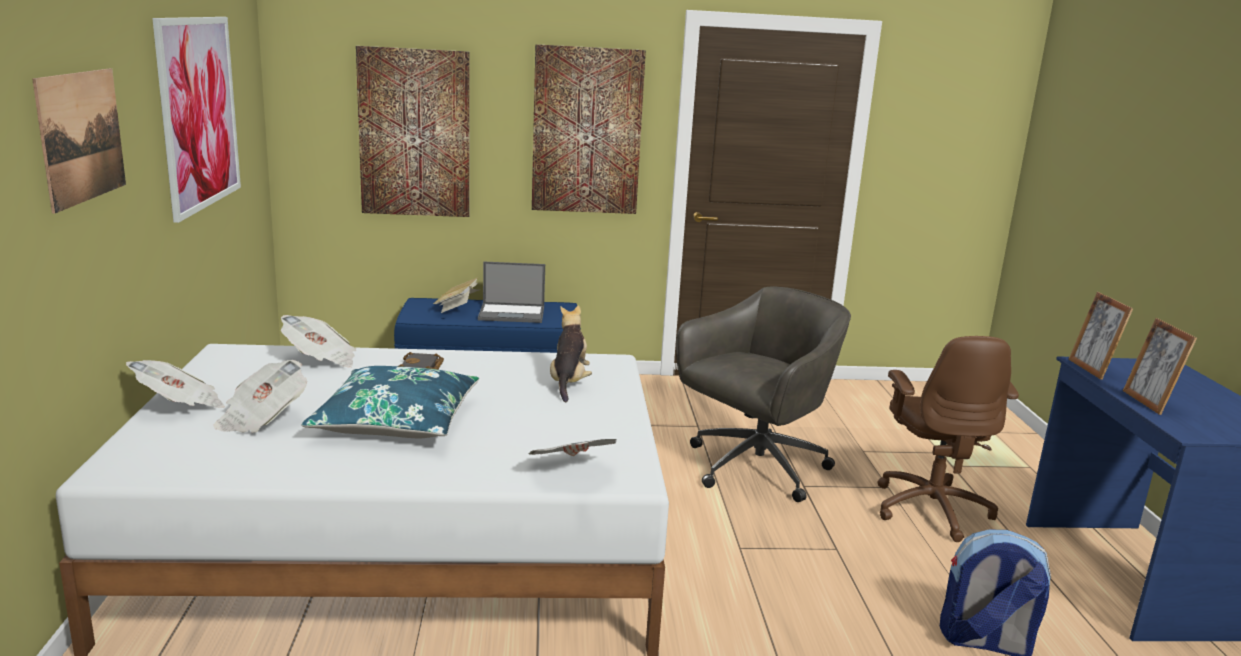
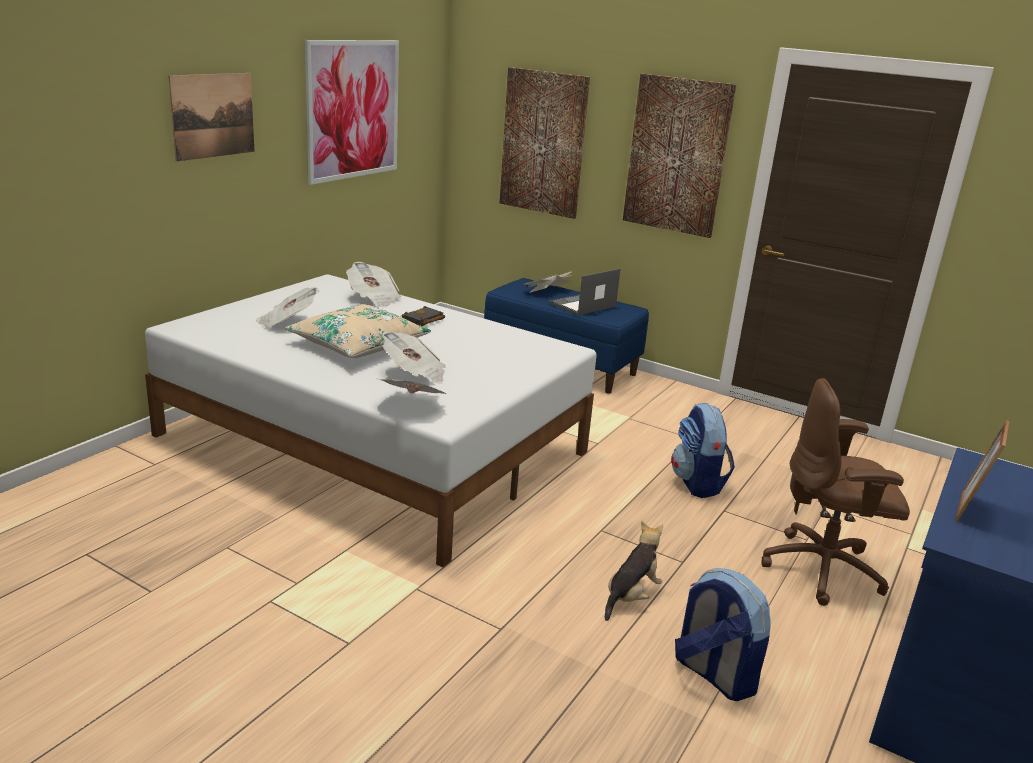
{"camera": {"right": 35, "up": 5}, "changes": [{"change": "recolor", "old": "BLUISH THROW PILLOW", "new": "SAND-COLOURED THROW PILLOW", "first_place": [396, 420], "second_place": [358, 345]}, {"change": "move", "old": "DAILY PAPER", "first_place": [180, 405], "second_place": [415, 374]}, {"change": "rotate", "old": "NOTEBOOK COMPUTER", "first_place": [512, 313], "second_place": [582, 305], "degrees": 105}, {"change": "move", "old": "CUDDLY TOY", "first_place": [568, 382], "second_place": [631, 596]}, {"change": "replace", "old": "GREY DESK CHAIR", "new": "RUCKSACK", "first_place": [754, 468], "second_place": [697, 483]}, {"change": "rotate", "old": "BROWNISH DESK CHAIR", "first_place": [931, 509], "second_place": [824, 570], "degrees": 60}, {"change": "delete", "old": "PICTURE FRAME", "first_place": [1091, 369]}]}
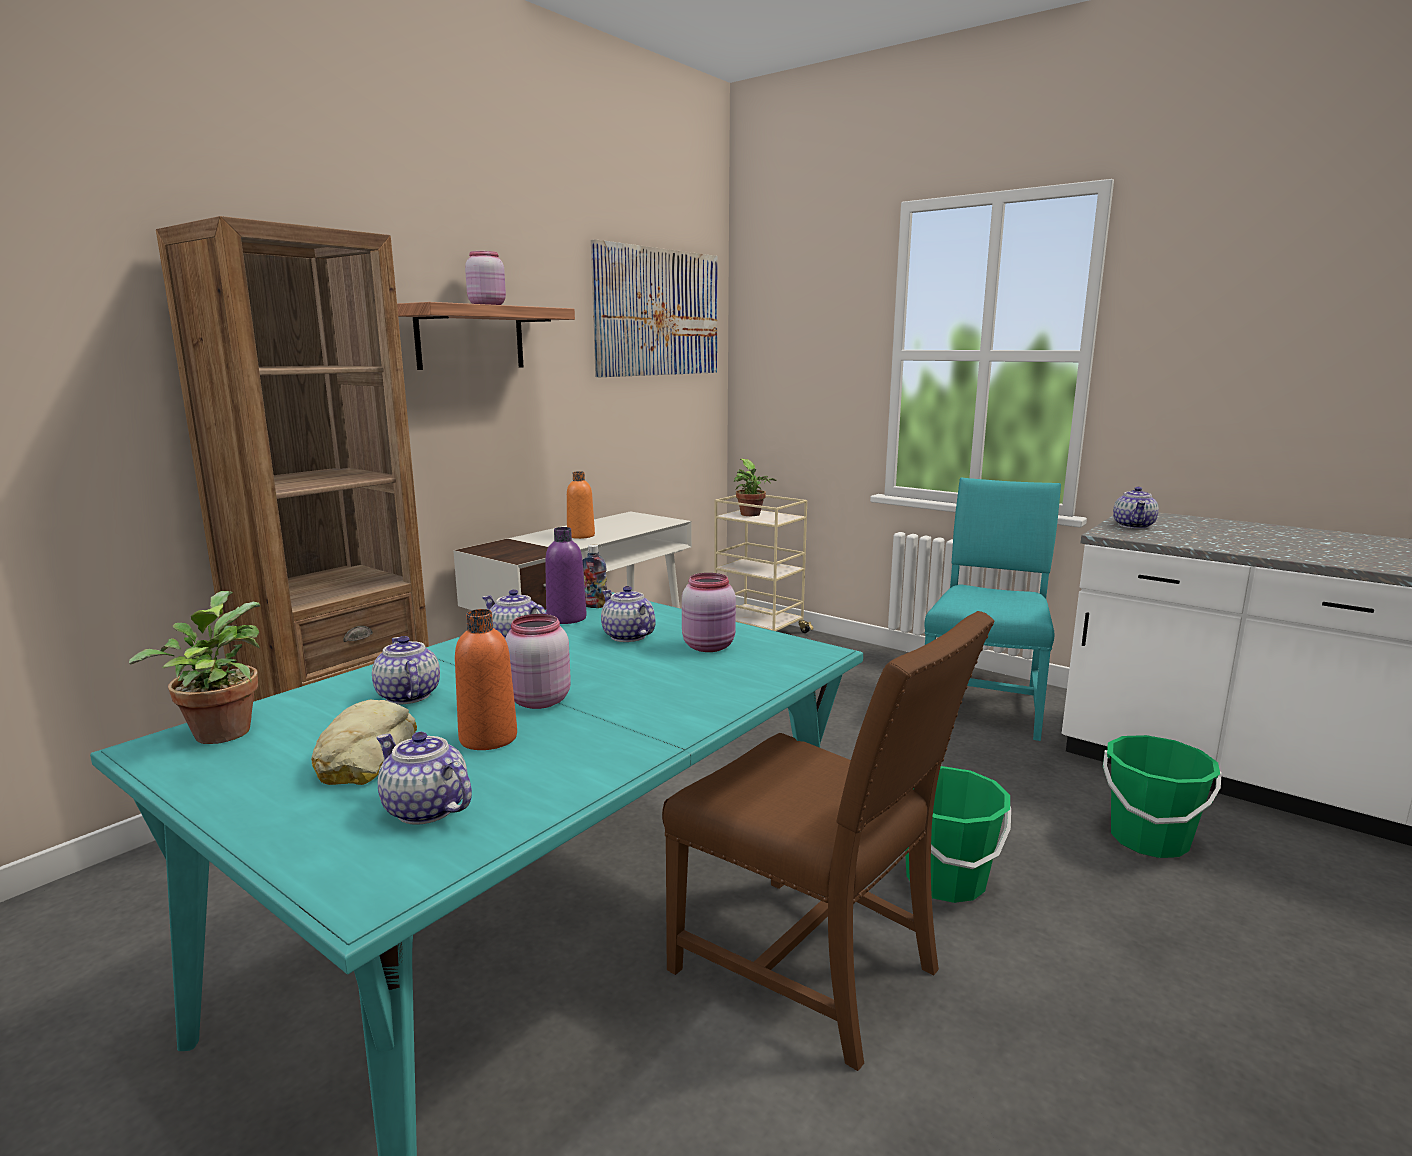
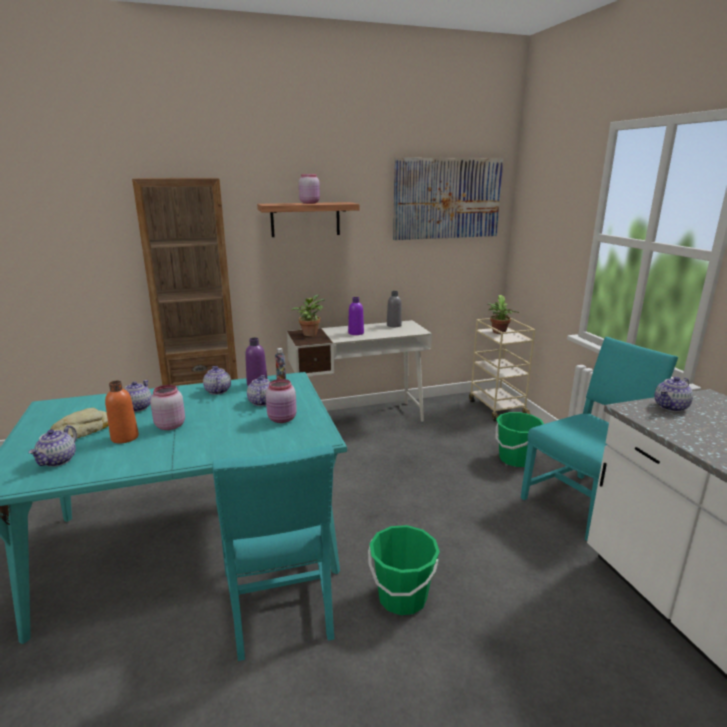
{"camera": {"right": 35, "up": 5}, "changes": [{"change": "rotate", "old": "TEA POT", "first_place": [424, 809], "second_place": [58, 460], "degrees": -150}, {"change": "recolor", "old": "BROWNISH UPRIGHT CHAIR", "new": "TURQUOISE-COLOURED UPRIGHT CHAIR", "first_place": [813, 969], "second_place": [280, 606]}, {"change": "move", "old": "PLANT IN A POT", "first_place": [221, 730], "second_place": [310, 333]}, {"change": "recolor", "old": "ORANGE DRINK BOTTLE", "new": "PURPLISH DRINK BOTTLE", "first_place": [581, 536], "second_place": [356, 333]}, {"change": "insert", "new": "GREY DRINK BOTTLE", "second_place": [394, 325]}, {"change": "move", "old": "GREEN WATER BUCKET", "first_place": [1148, 839], "second_place": [515, 459]}]}
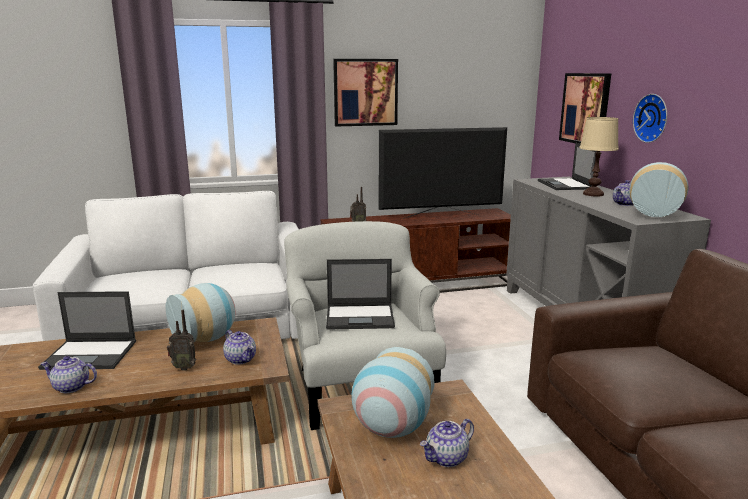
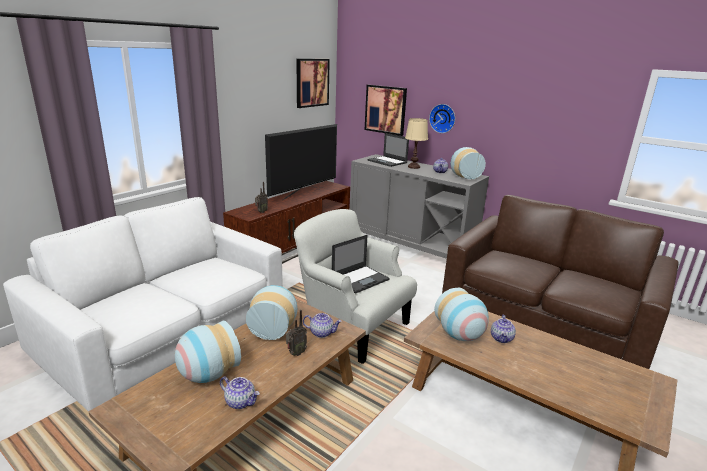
{"camera": {"right": -40, "up": 5}, "changes": [{"change": "replace", "old": "NOTEBOOK COMPUTER", "new": "FLOWER VASE", "first_place": [91, 355], "second_place": [207, 375]}, {"change": "rotate", "old": "TEA POT", "first_place": [71, 387], "second_place": [241, 402], "degrees": -120}, {"change": "move", "old": "PICTURE", "first_place": [365, 92], "second_place": [312, 82]}]}
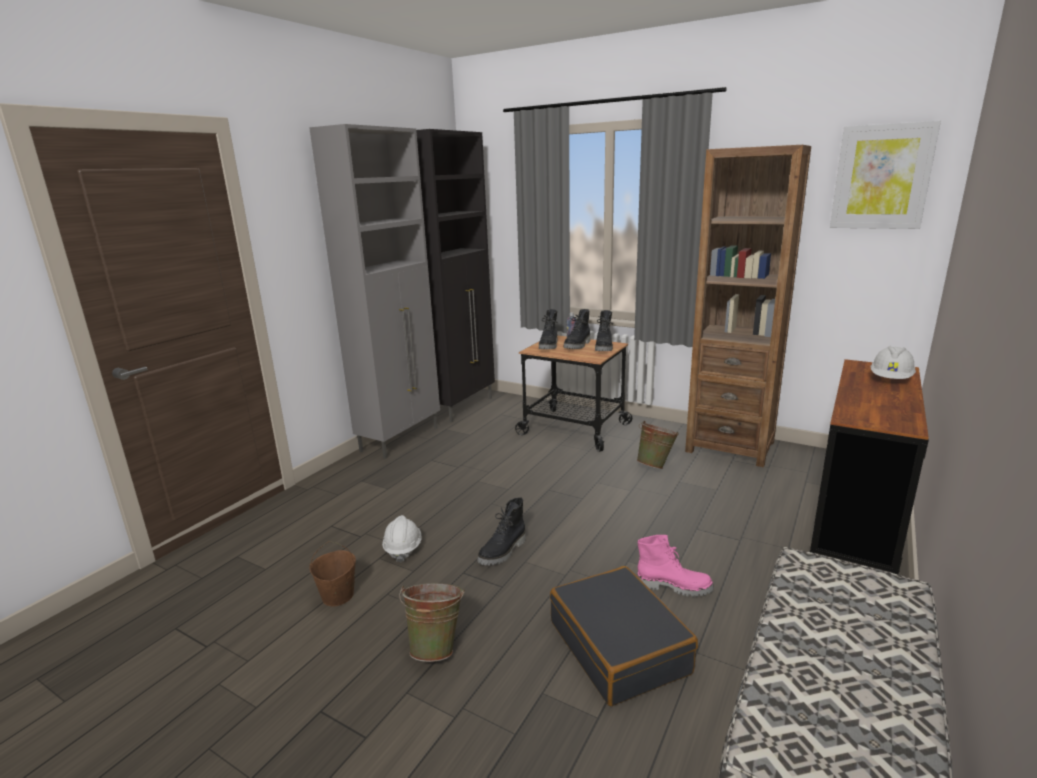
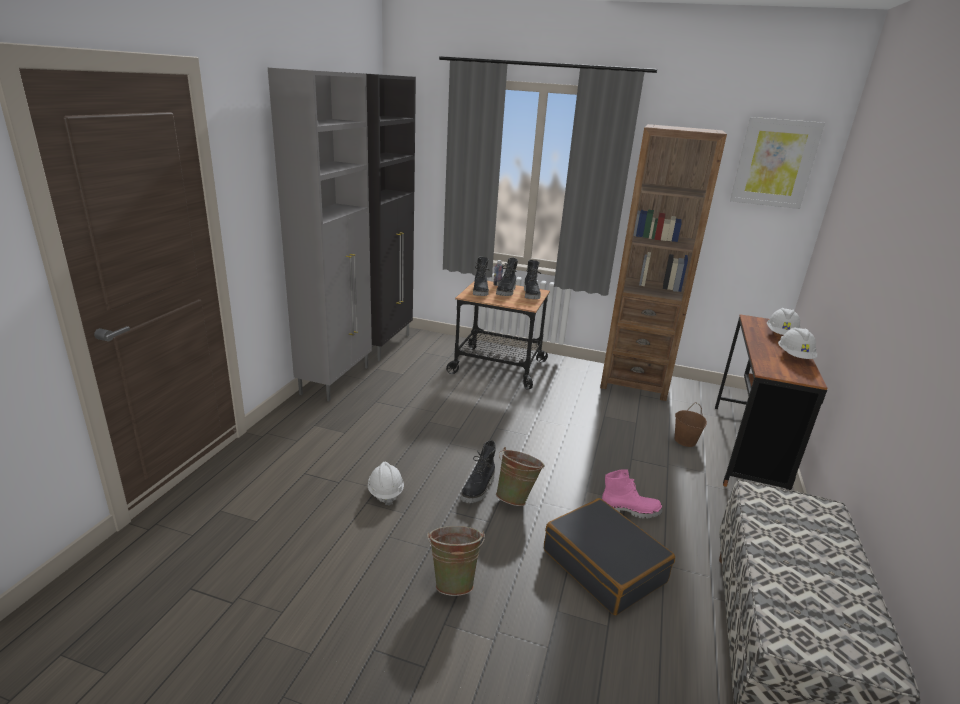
{"camera": {"right": -15, "up": 5}, "changes": [{"change": "move", "old": "GREEN WATER BUCKET", "first_place": [656, 465], "second_place": [516, 497]}, {"change": "move", "old": "BROWNISH WATER BUCKET", "first_place": [338, 596], "second_place": [685, 441]}, {"change": "insert", "new": "WHITE WORK HELMET", "second_place": [794, 356]}]}
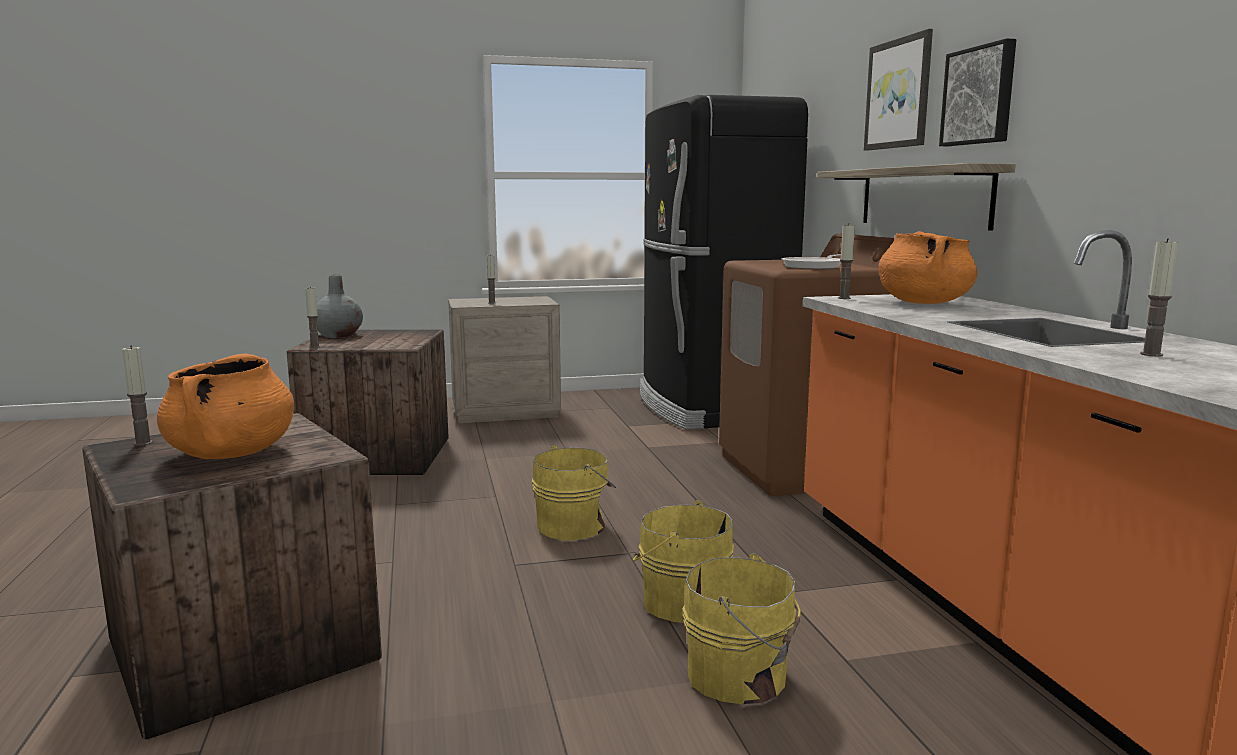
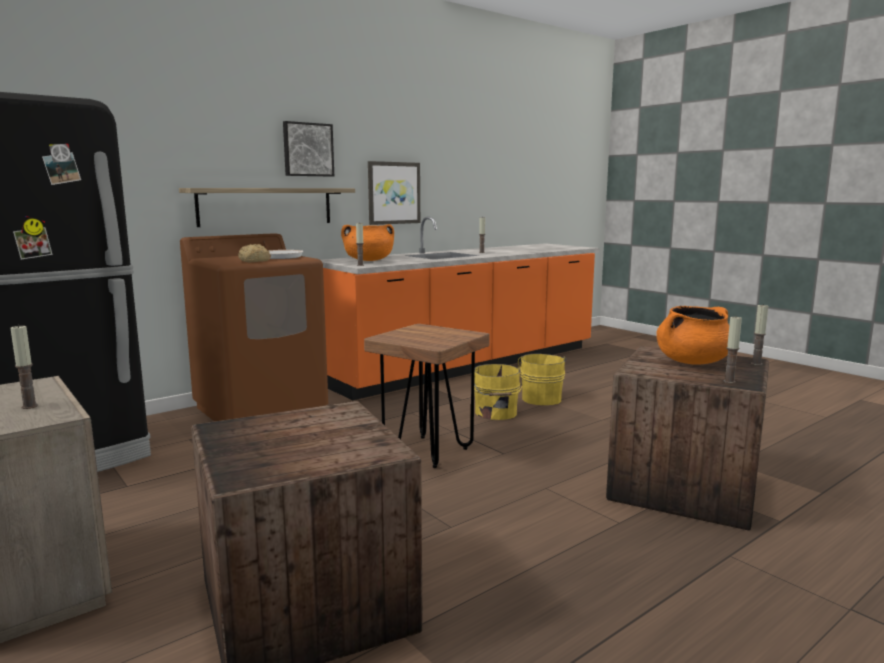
{"camera": {"right": -115, "up": 0}, "changes": [{"change": "insert", "new": "BREAD", "second_place": [254, 261]}, {"change": "replace", "old": "YELLOW WATER BUCKET", "new": "BROWNISH SITTING STOOL", "first_place": [574, 526], "second_place": [428, 451]}, {"change": "move", "old": "PICTURE", "first_place": [899, 94], "second_place": [393, 193]}, {"change": "move", "old": "WAX CANDLE", "first_place": [314, 346], "second_place": [756, 364]}, {"change": "delete", "old": "GREY FLOWER VASE", "first_place": [339, 335]}]}
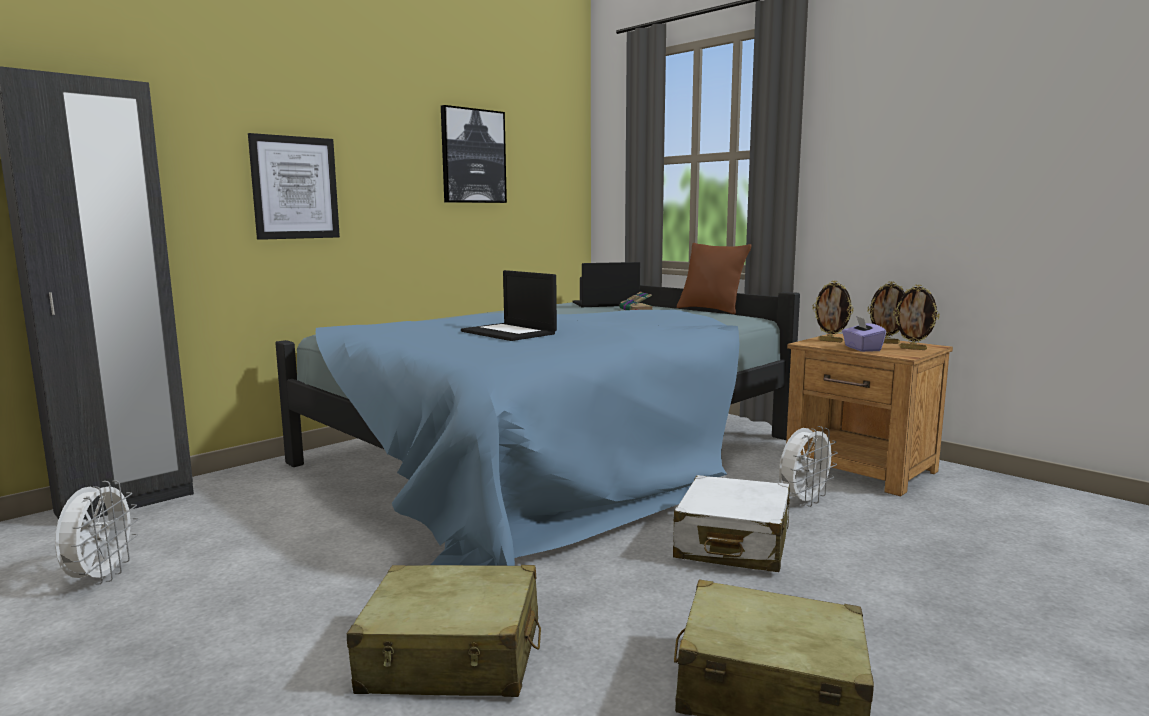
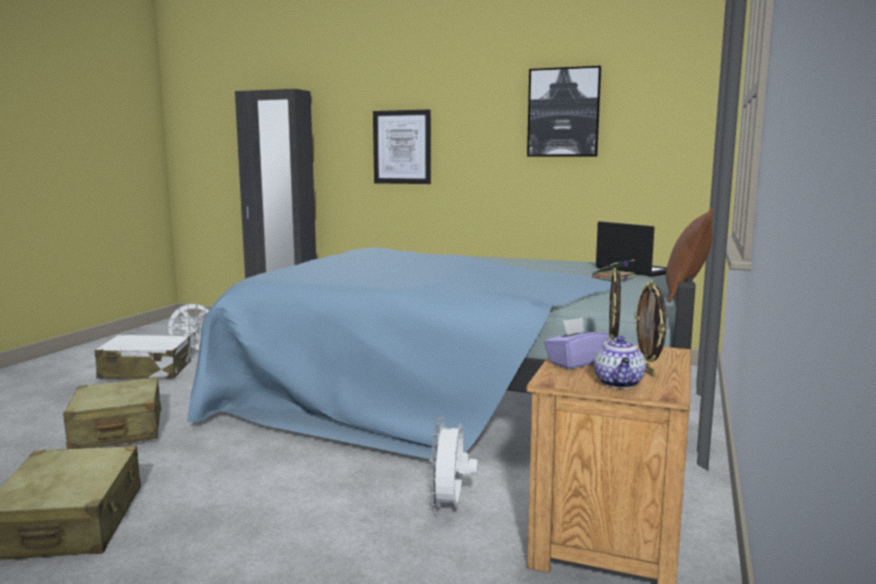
{"camera": {"right": 65, "up": 0}, "changes": [{"change": "move", "old": "WHITE TRAVEL CASE", "first_place": [732, 543], "second_place": [145, 371]}, {"change": "rotate", "old": "WHITE COOLING FAN", "first_place": [803, 501], "second_place": [450, 508], "degrees": 75}, {"change": "replace", "old": "PICTURE FRAME", "new": "TEA POT", "first_place": [913, 349], "second_place": [619, 383]}, {"change": "delete", "old": "NOTEBOOK COMPUTER", "first_place": [510, 332]}]}
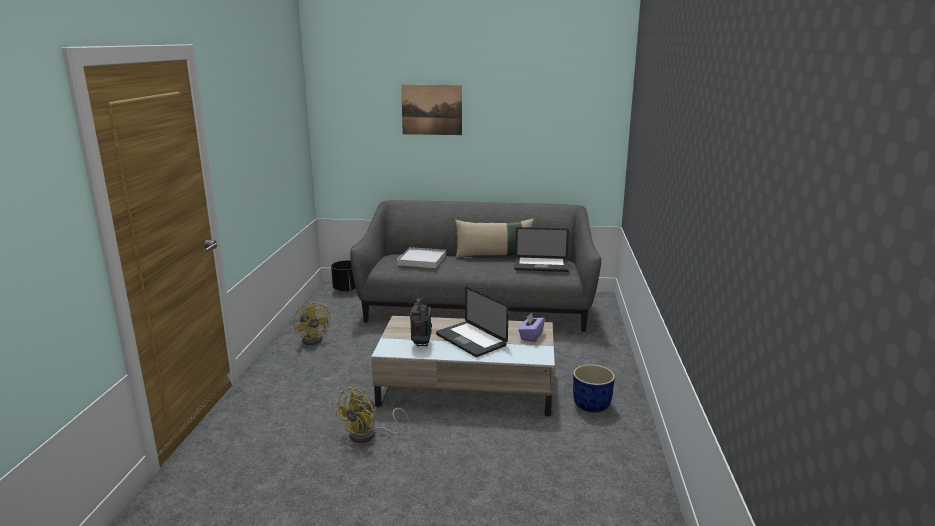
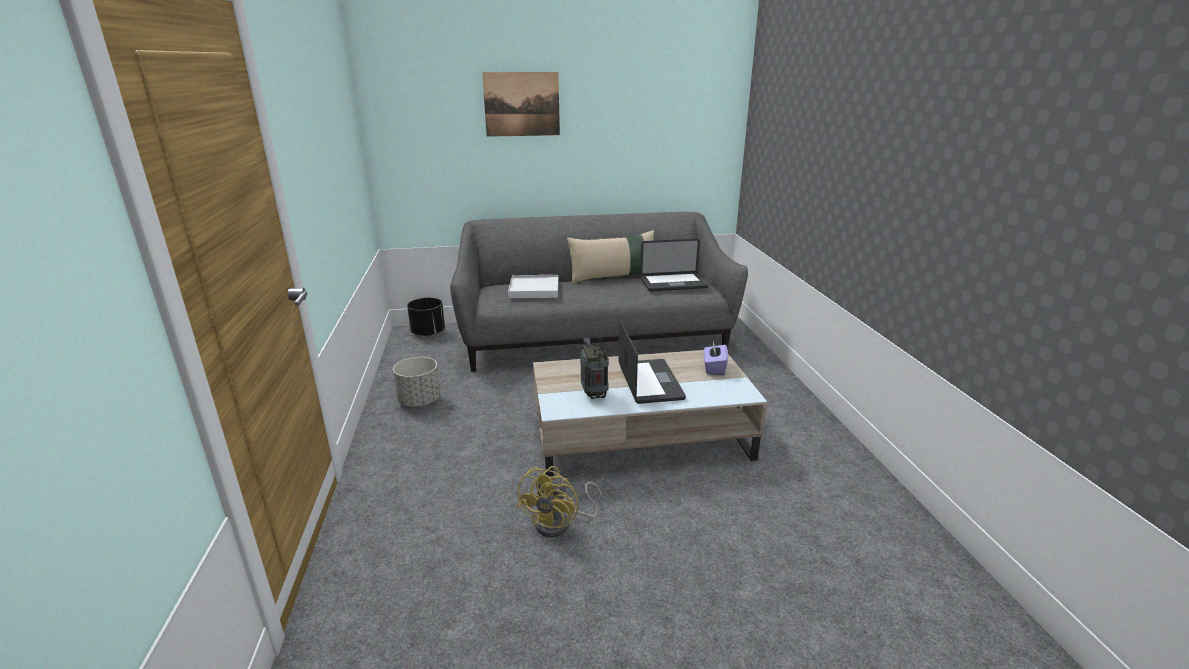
{"camera": {"right": -15, "up": 5}, "changes": [{"change": "replace", "old": "YELLOW COOLING FAN", "new": "GREY PLANTER", "first_place": [314, 338], "second_place": [420, 401]}, {"change": "rotate", "old": "NOTEBOOK COMPUTER", "first_place": [471, 340], "second_place": [650, 382], "degrees": -135}, {"change": "delete", "old": "BLUISH PLANTER", "first_place": [591, 405]}]}
